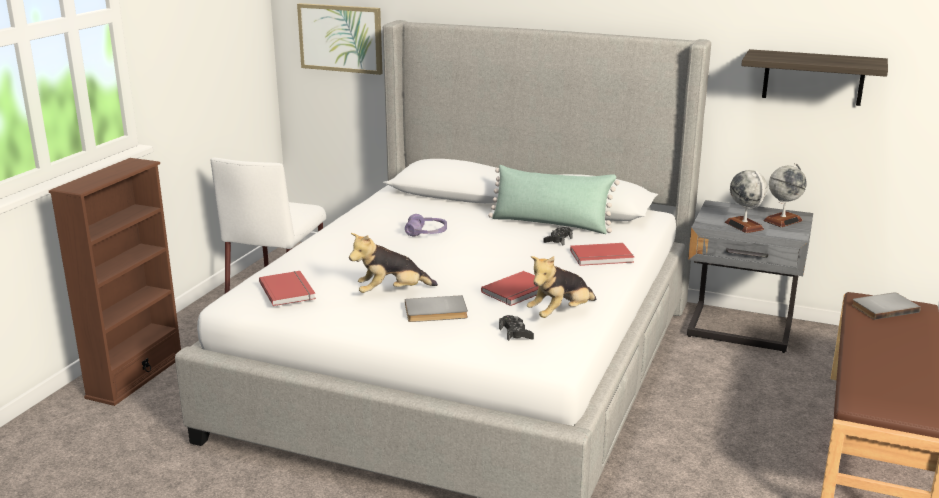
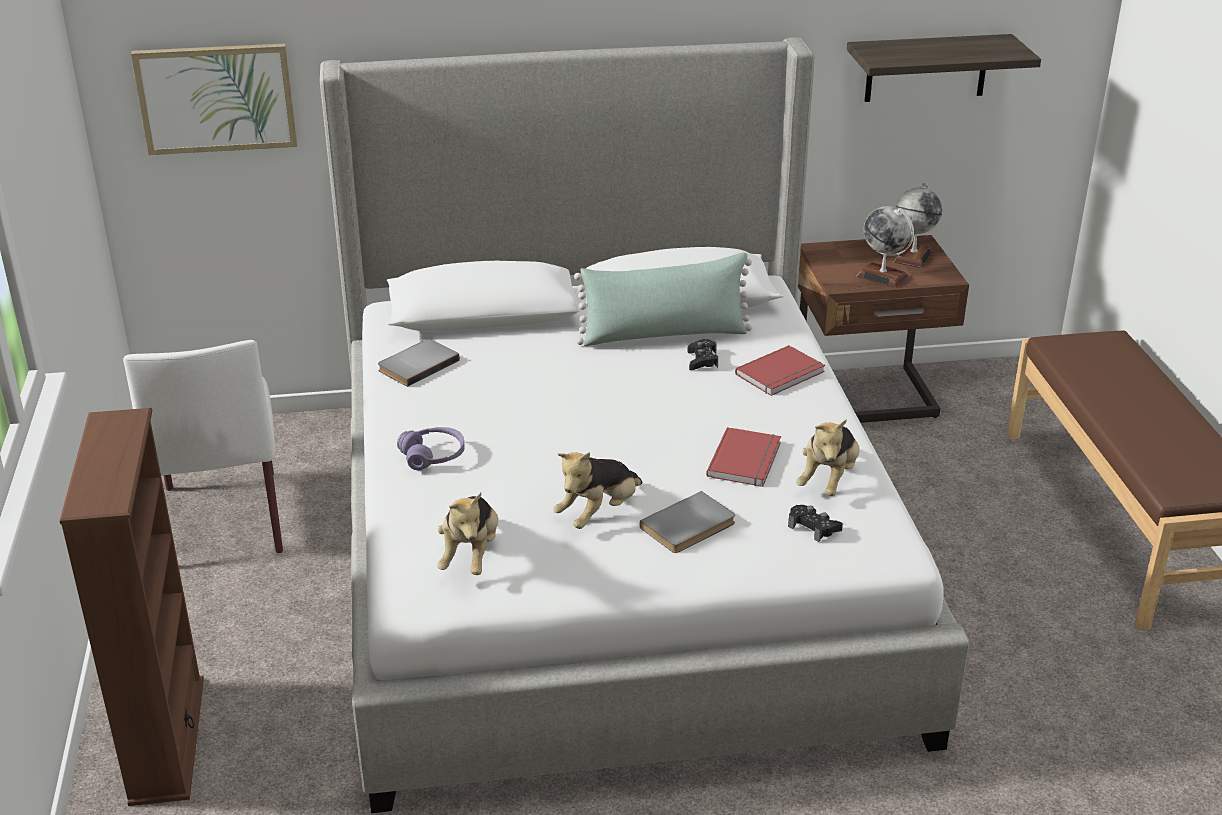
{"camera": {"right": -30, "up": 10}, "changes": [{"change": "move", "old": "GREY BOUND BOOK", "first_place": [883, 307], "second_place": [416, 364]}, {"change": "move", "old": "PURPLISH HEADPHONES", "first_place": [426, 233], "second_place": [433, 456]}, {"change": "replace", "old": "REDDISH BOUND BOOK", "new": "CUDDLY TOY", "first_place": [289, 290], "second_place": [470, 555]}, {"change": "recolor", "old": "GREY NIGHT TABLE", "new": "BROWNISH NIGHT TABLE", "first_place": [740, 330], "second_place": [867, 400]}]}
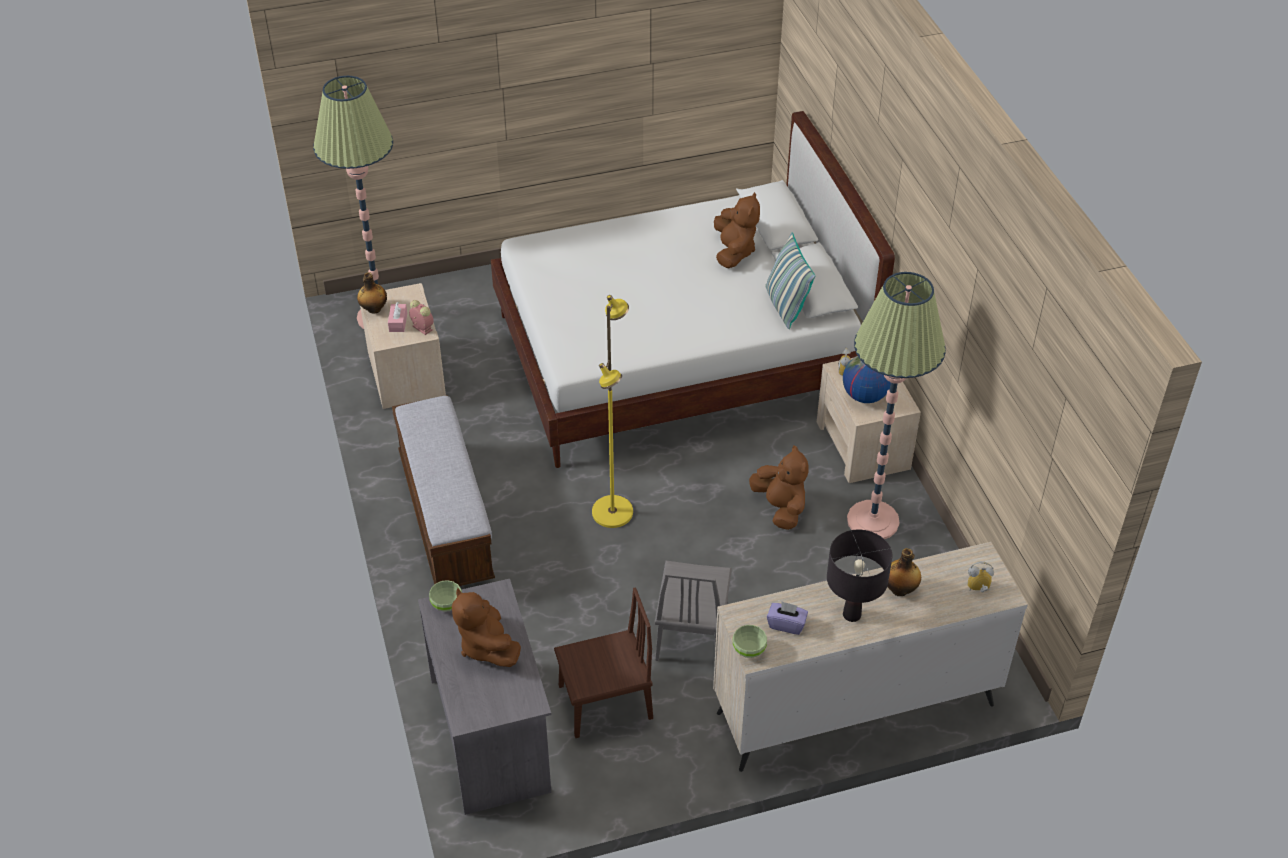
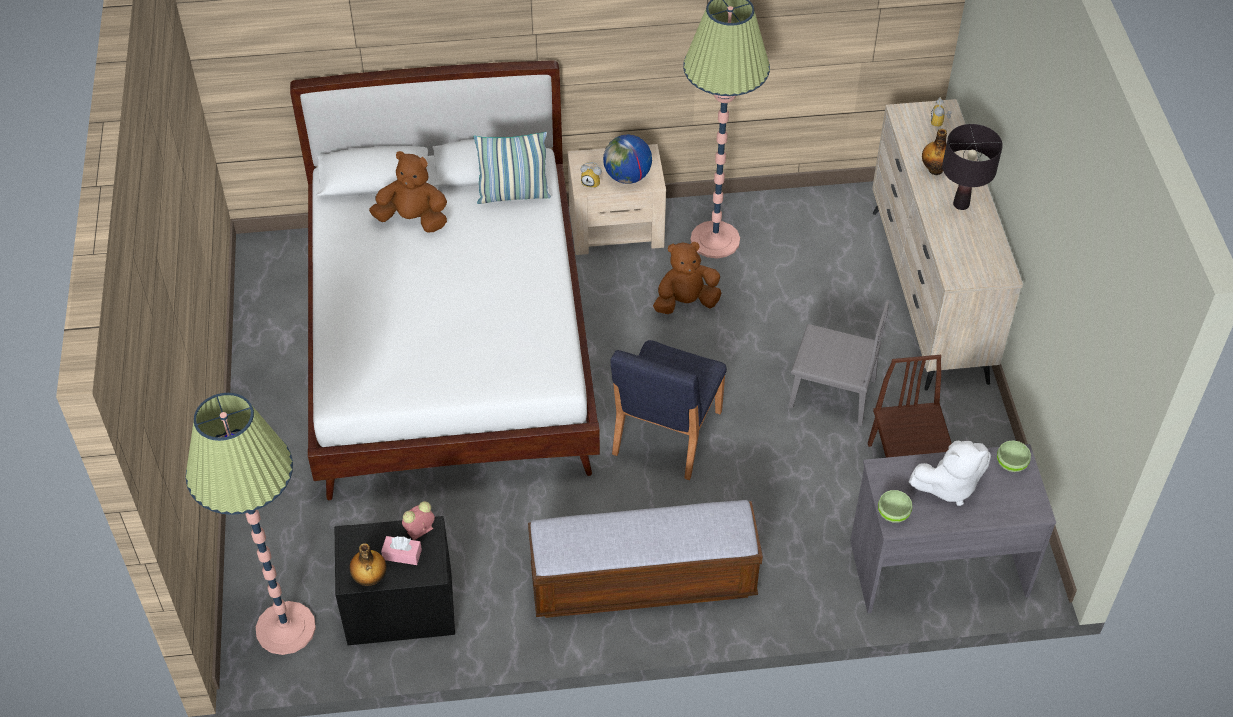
{"camera": {"right": -80, "up": 5}, "changes": [{"change": "recolor", "old": "SAND-COLOURED NIGHT TABLE", "new": "BLACK NIGHT TABLE", "first_place": [406, 373], "second_place": [399, 606]}, {"change": "replace", "old": "YELLOW STANDING LAMP", "new": "BLUISH UPRIGHT CHAIR", "first_place": [613, 512], "second_place": [666, 433]}, {"change": "recolor", "old": "BROWNISH CUDDLY TOY", "new": "WHITE CUDDLY TOY", "first_place": [486, 646], "second_place": [949, 486]}, {"change": "move", "old": "GREEN DEEP DISH", "first_place": [748, 649], "second_place": [1011, 465]}, {"change": "delete", "old": "PURPLISH BOX OF TISSUES", "first_place": [786, 624]}]}
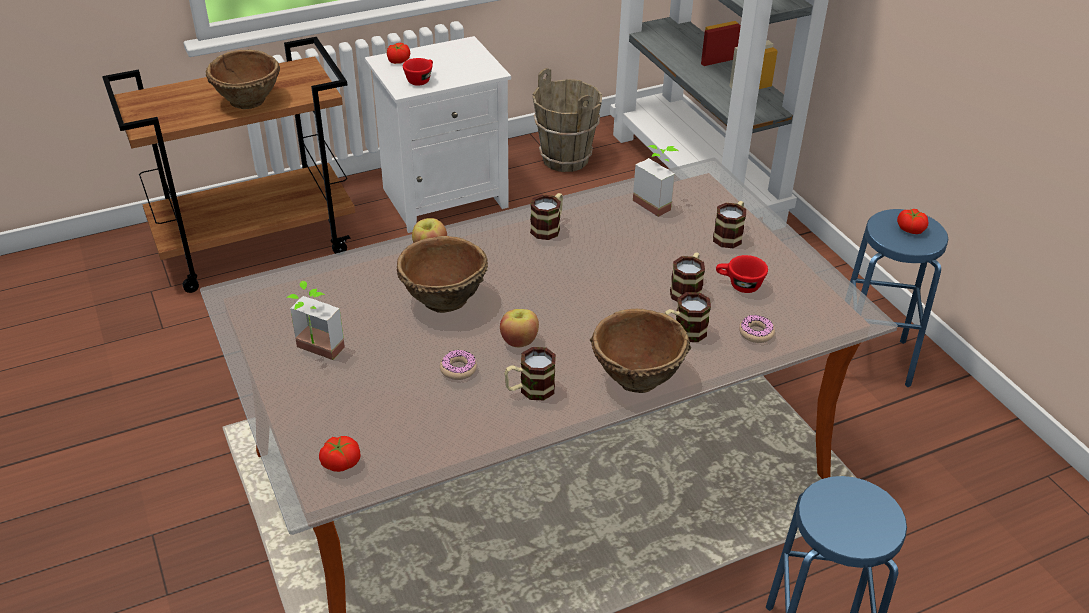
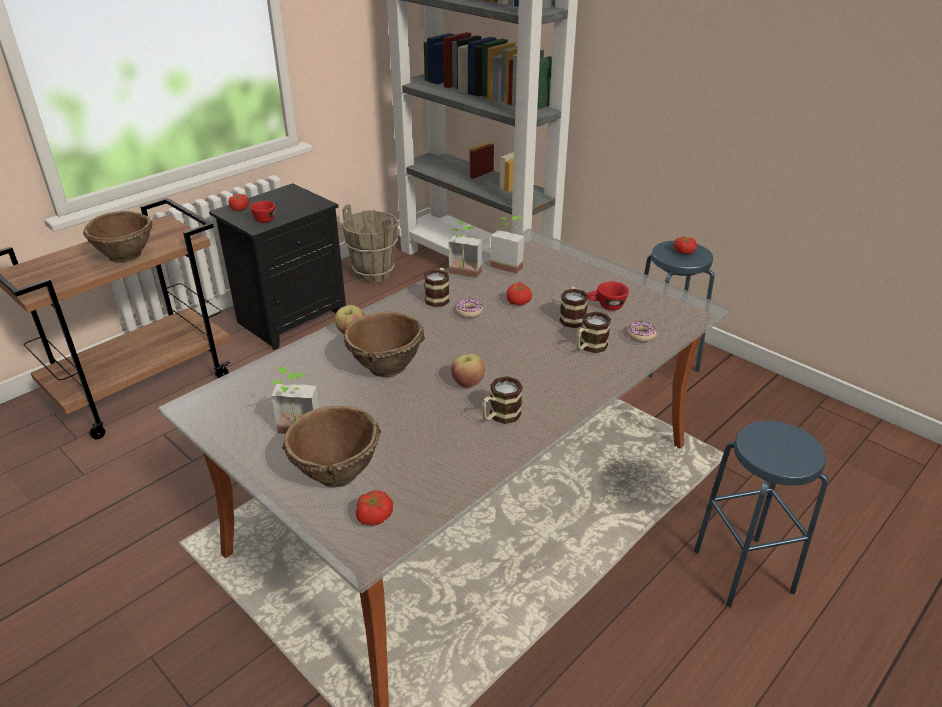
{"camera": {"right": -20, "up": -5}, "changes": [{"change": "recolor", "old": "WHITE NIGHT TABLE", "new": "BLACK NIGHT TABLE", "first_place": [445, 197], "second_place": [292, 318]}, {"change": "move", "old": "BROWNISH DEEP DISH", "first_place": [636, 378], "second_place": [336, 473]}, {"change": "insert", "new": "PLANT IN A POT", "second_place": [463, 275]}, {"change": "move", "old": "DOUGHNUT", "first_place": [458, 369], "second_place": [469, 312]}, {"change": "insert", "new": "TOMATO", "second_place": [519, 302]}, {"change": "delete", "old": "MUG", "first_place": [730, 235]}]}
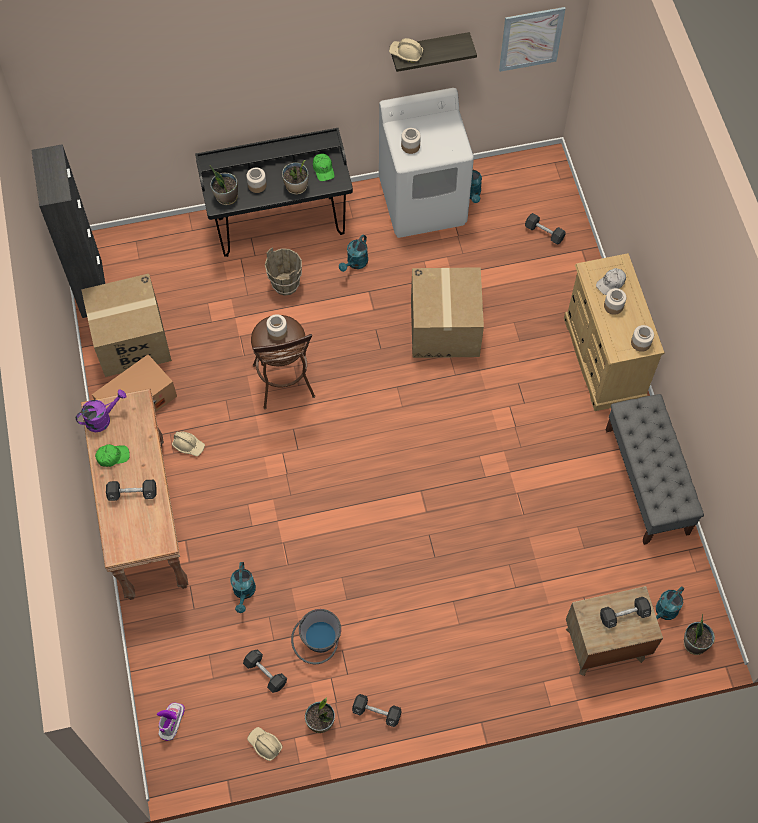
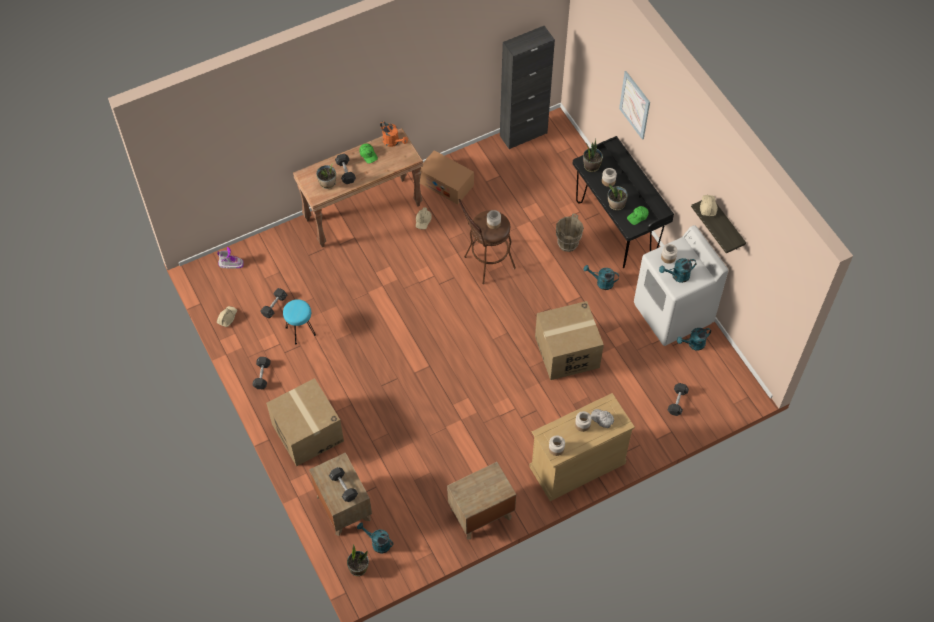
{"camera": {"right": 75, "up": -5}, "changes": [{"change": "move", "old": "PACKING BOX", "first_place": [131, 340], "second_place": [307, 433]}, {"change": "replace", "old": "GREY WATER BUCKET", "new": "TURQUOISE-COLOURED SITTING STOOL", "first_place": [318, 645], "second_place": [300, 331]}, {"change": "move", "old": "PLANT IN A POT", "first_place": [320, 722], "second_place": [327, 183]}, {"change": "recolor", "old": "PURPLISH WATERING CAN", "new": "ORANGE WATERING CAN", "first_place": [102, 418], "second_place": [393, 142]}, {"change": "replace", "old": "GREY INDOOR BENCH", "new": "BROWNISH NIGHT TABLE", "first_place": [647, 481], "second_place": [480, 514]}, {"change": "move", "old": "PICTURE", "first_place": [531, 39], "second_place": [635, 105]}, {"change": "move", "old": "TURQUOISE-COLOURED WATERING CAN", "first_place": [244, 592], "second_place": [677, 276]}]}
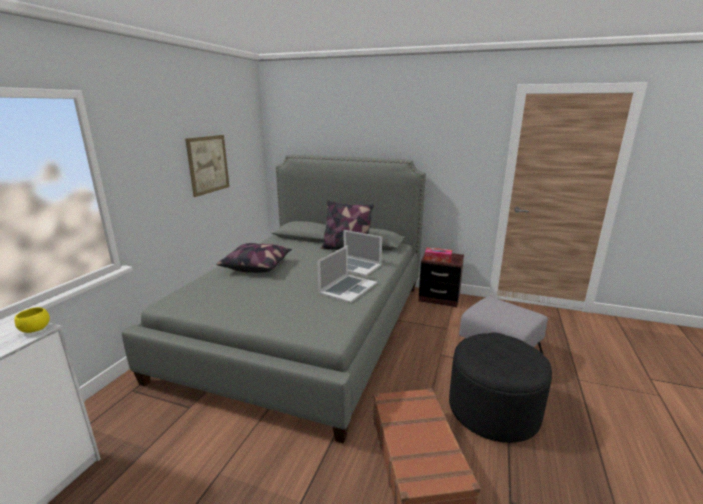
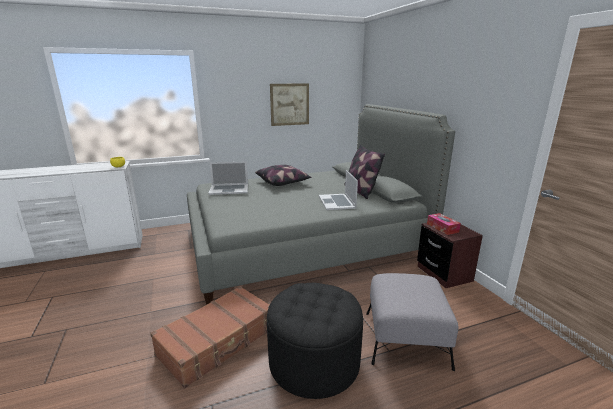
{"camera": {"right": 50, "up": 0}, "changes": [{"change": "move", "old": "NOTEBOOK COMPUTER", "first_place": [347, 288], "second_place": [229, 189]}]}
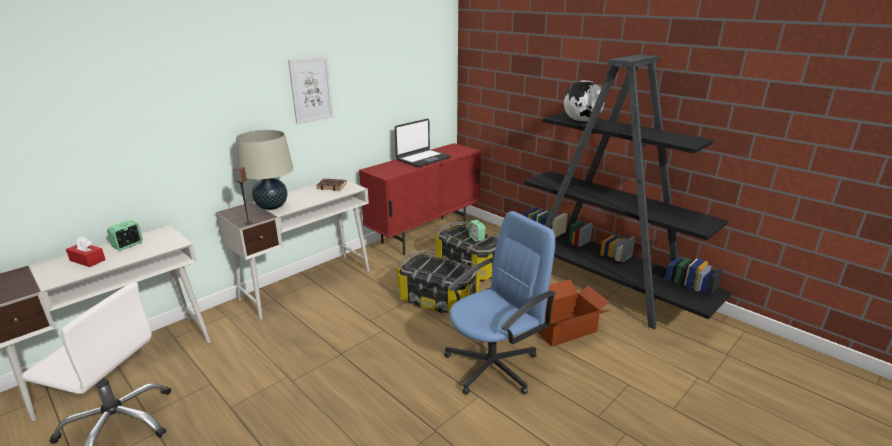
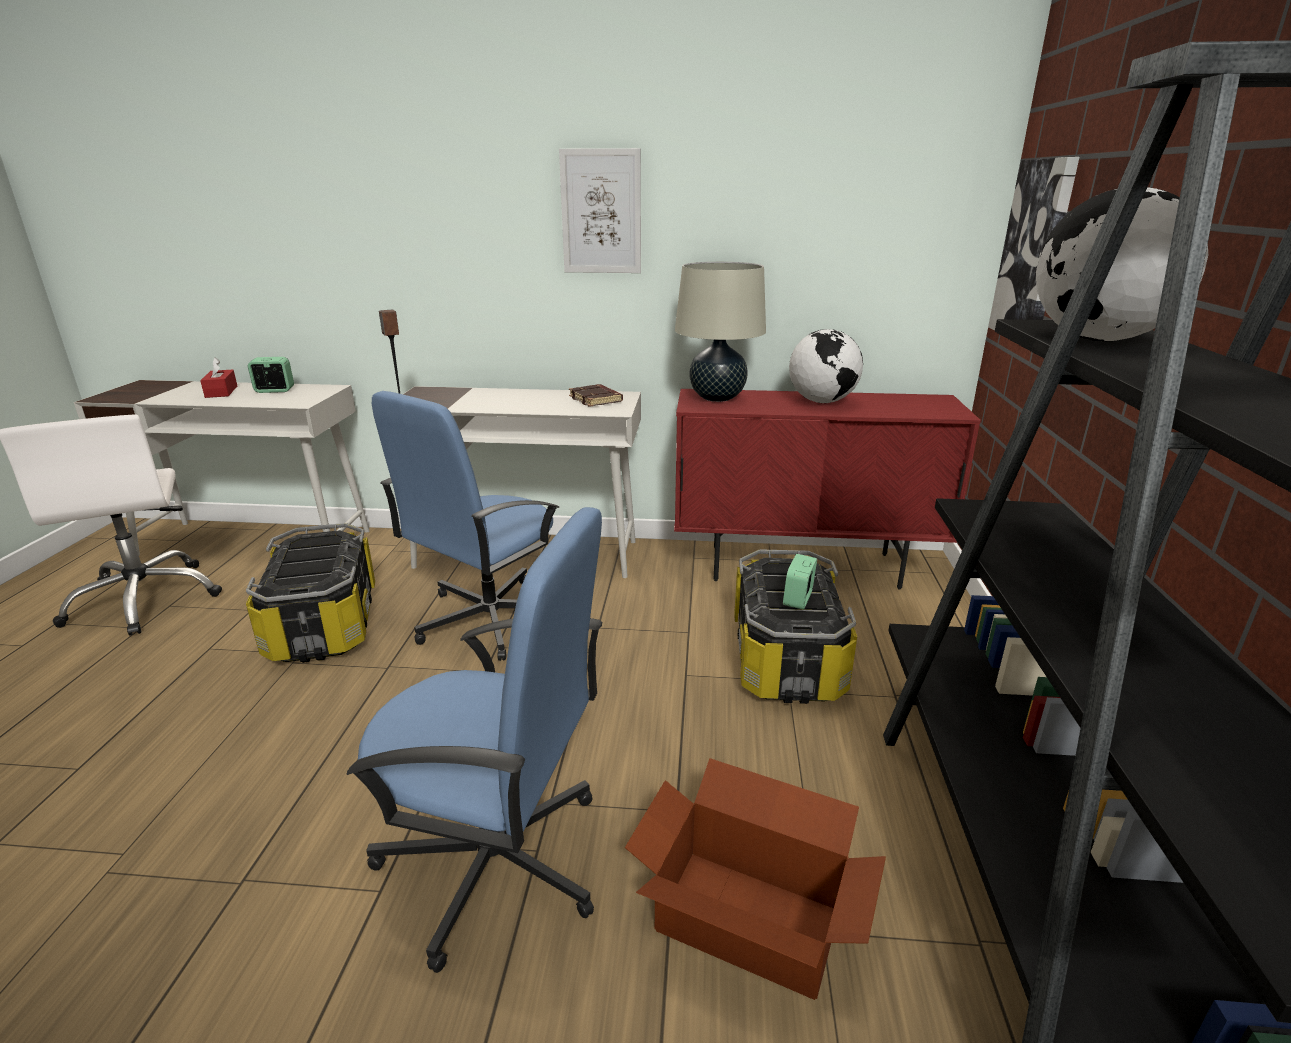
{"camera": {"right": 50, "up": 0}, "changes": [{"change": "move", "old": "STORAGE BOX", "first_place": [438, 300], "second_place": [323, 624]}, {"change": "insert", "new": "BLUISH DESK CHAIR", "second_place": [488, 619]}, {"change": "move", "old": "SAND-COLOURED LAMP FOR A TABLE", "first_place": [271, 206], "second_place": [717, 398]}, {"change": "replace", "old": "NOTEBOOK COMPUTER", "new": "DESK GLOBE", "first_place": [423, 159], "second_place": [821, 402]}, {"change": "insert", "new": "PICTURE", "second_place": [1034, 252]}]}
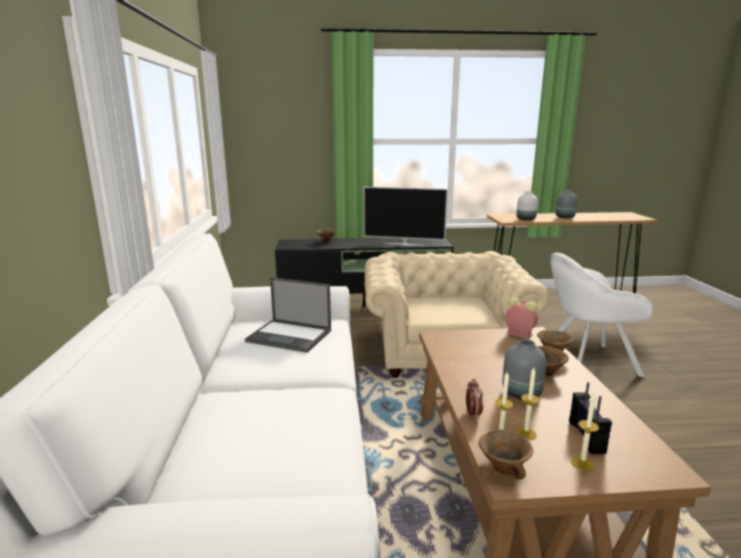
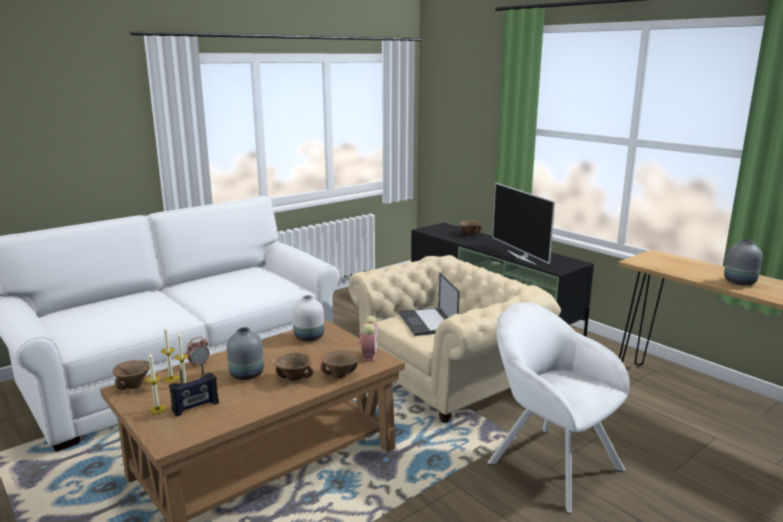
{"camera": {"right": 55, "up": 0}, "changes": [{"change": "move", "old": "WHITE FLOWER VASE", "first_place": [525, 219], "second_place": [308, 337]}, {"change": "move", "old": "NOTEBOOK COMPUTER", "first_place": [290, 336], "second_place": [428, 322]}]}
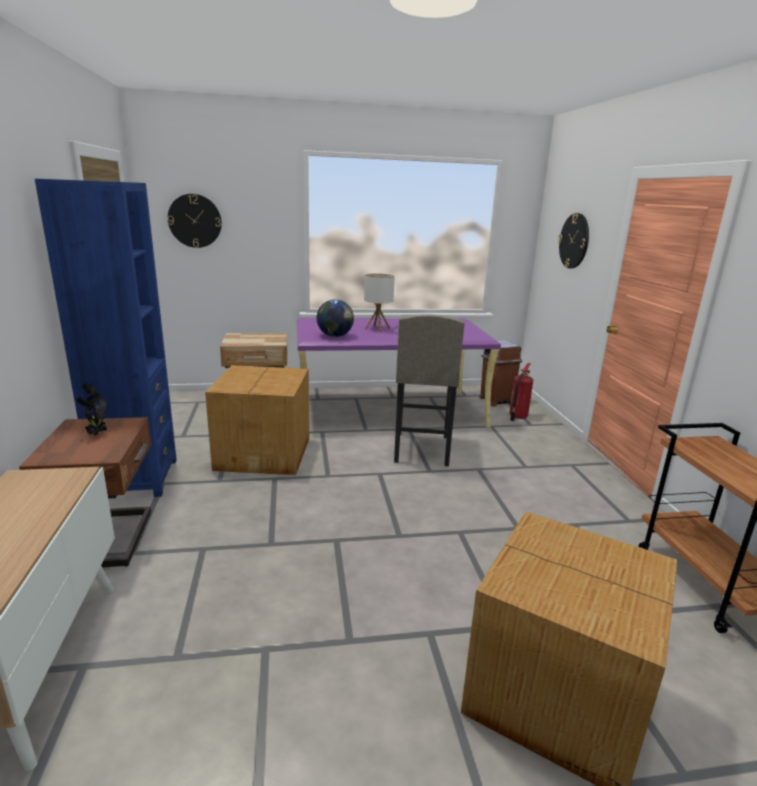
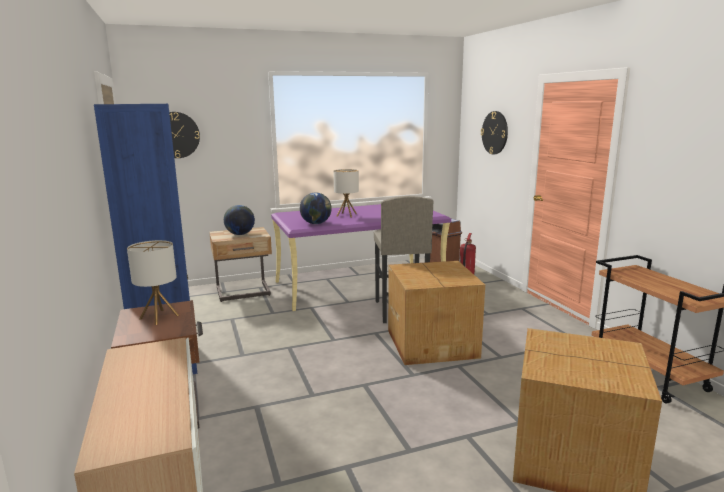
{"camera": {"right": -10, "up": -5}, "changes": [{"change": "replace", "old": "PLANT IN A POT", "new": "LAMP FOR A TABLE", "first_place": [96, 434], "second_place": [159, 317]}, {"change": "insert", "new": "DESK GLOBE", "second_place": [240, 234]}, {"change": "move", "old": "PACKING BOX", "first_place": [265, 453], "second_place": [432, 343]}]}
